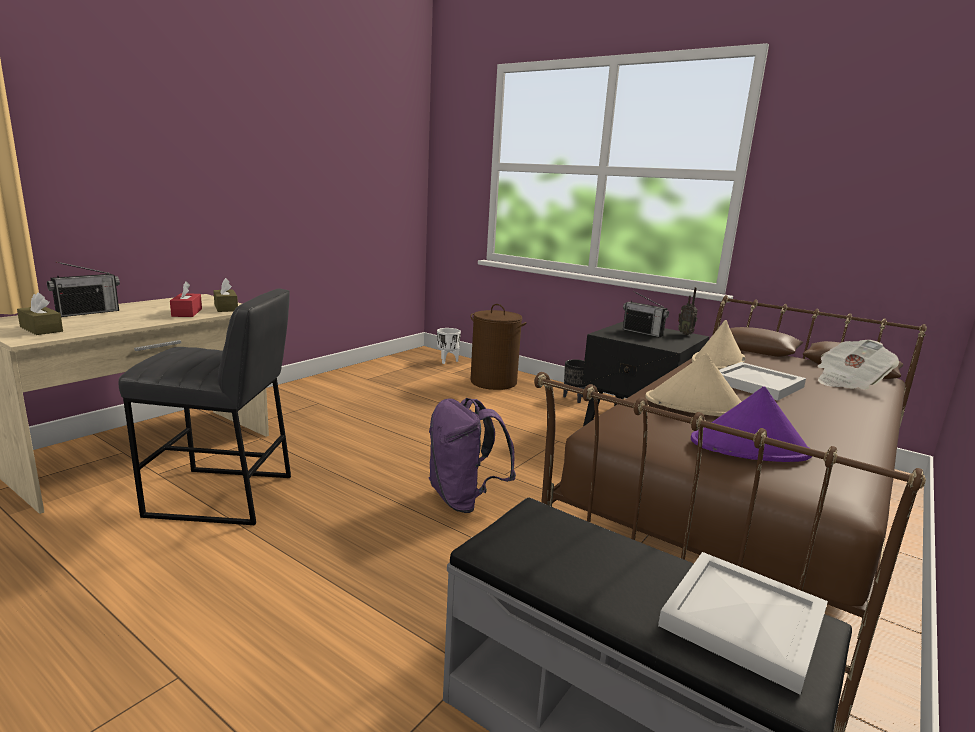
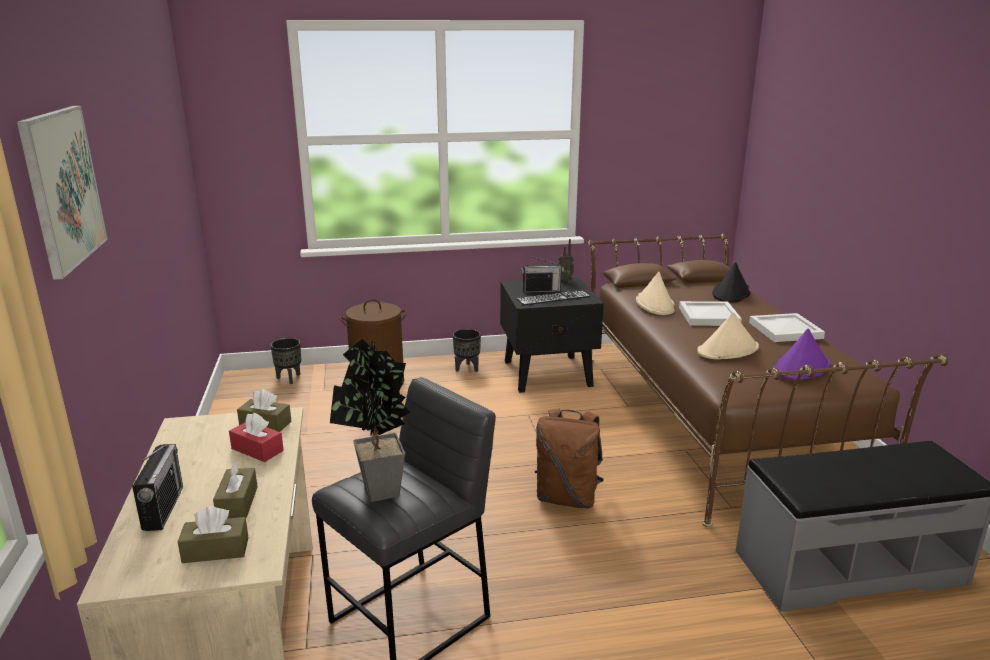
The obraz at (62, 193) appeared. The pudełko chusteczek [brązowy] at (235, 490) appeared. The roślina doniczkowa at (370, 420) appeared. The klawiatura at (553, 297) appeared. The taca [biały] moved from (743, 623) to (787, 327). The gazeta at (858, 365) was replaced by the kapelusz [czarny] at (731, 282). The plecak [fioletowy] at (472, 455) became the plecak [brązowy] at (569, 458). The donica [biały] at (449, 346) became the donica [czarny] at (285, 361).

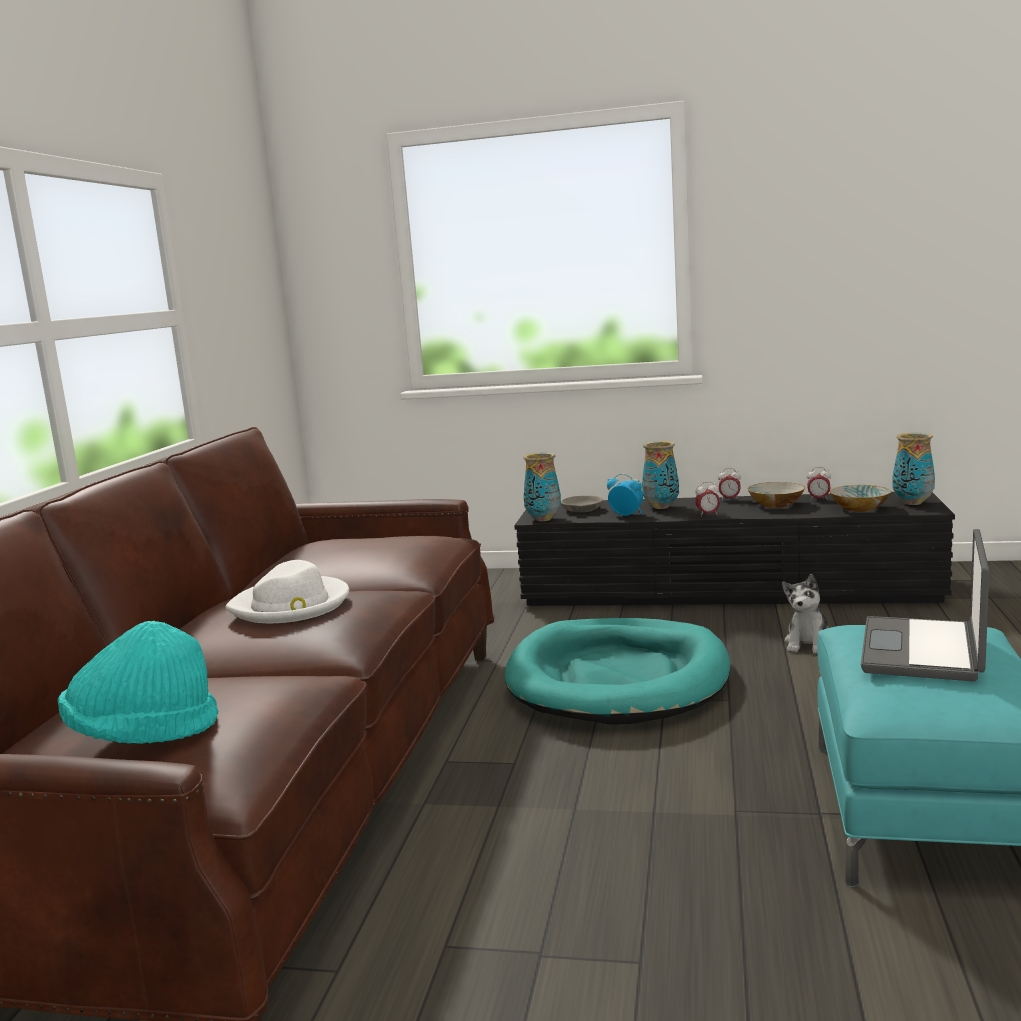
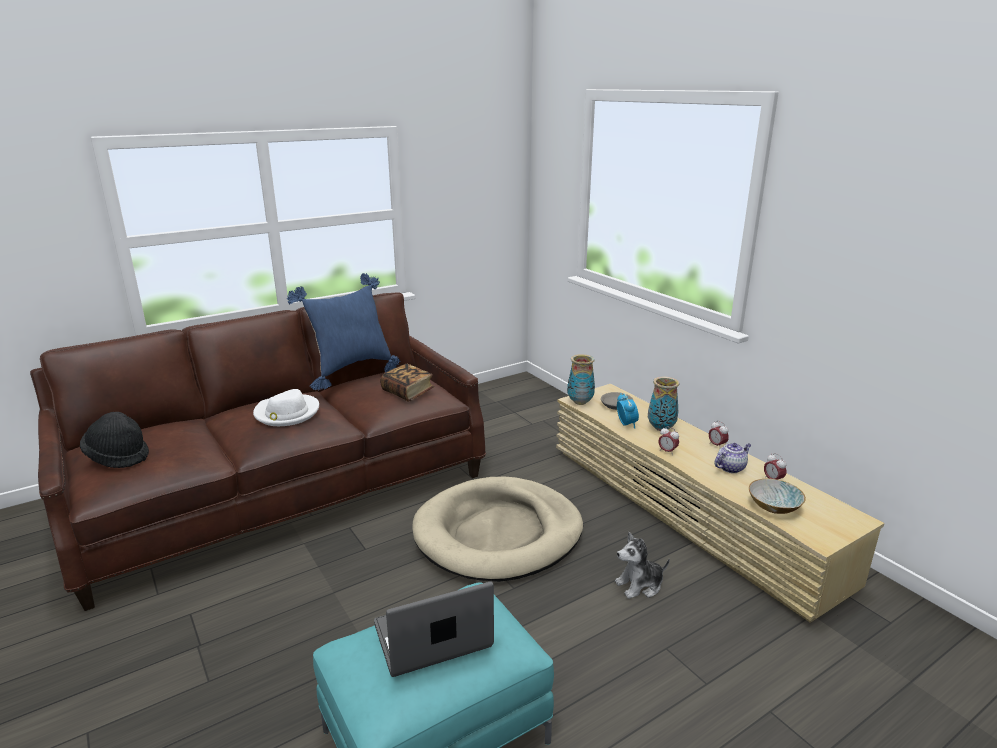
The wazon at (913, 469) disappeared. The poduszka [niebieski] at (344, 332) appeared. The książka at (407, 382) appeared. The miska at (776, 495) was replaced by the imbryk at (732, 458). The kapelusz [turkusowy] at (138, 682) became the kapelusz [czarny] at (114, 440). The legowisko [turkusowy] at (617, 671) became the legowisko [beżowy] at (497, 529). The szafka pod telewizor [czarny] at (734, 549) became the szafka pod telewizor [beżowy] at (720, 503).

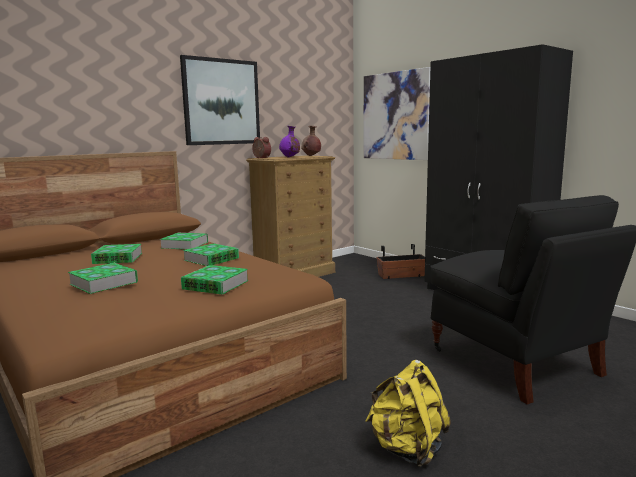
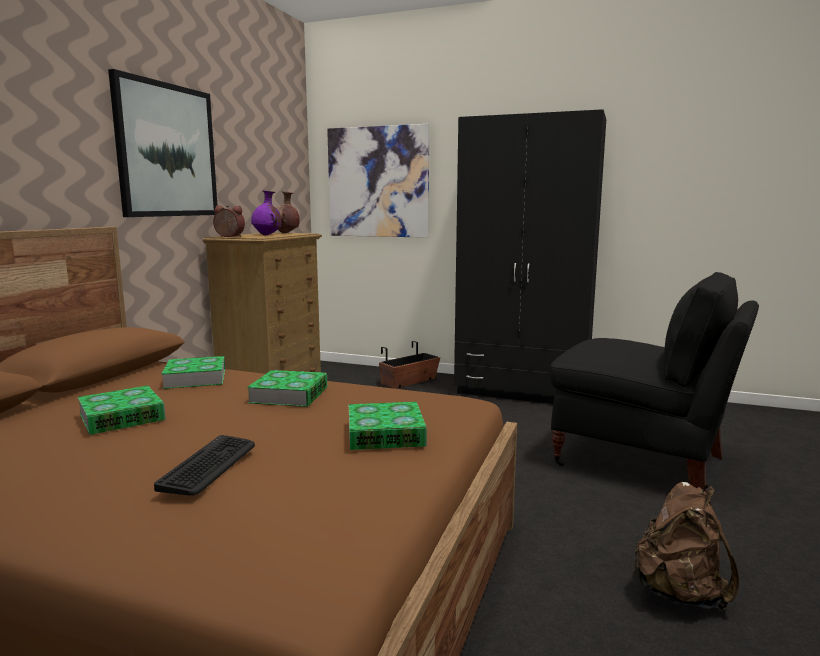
The książka at (103, 278) was replaced by the klawiatura at (204, 465). The plecak [żółty] at (408, 413) became the plecak [brązowy] at (686, 546).

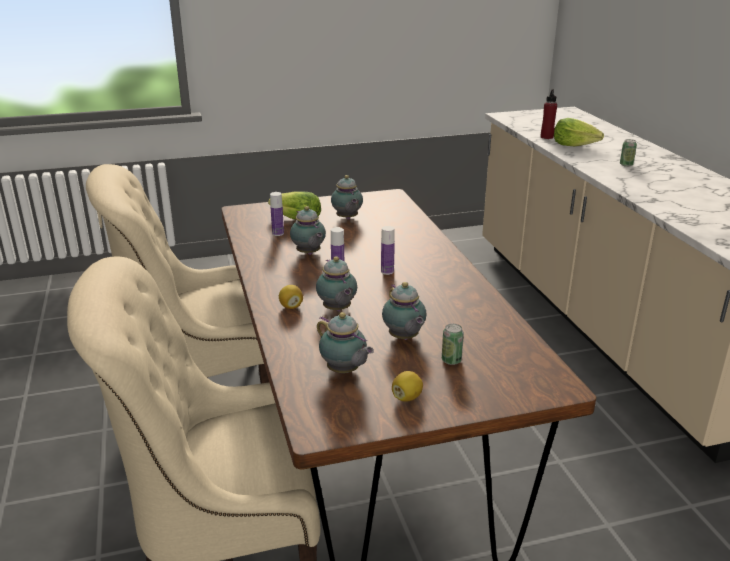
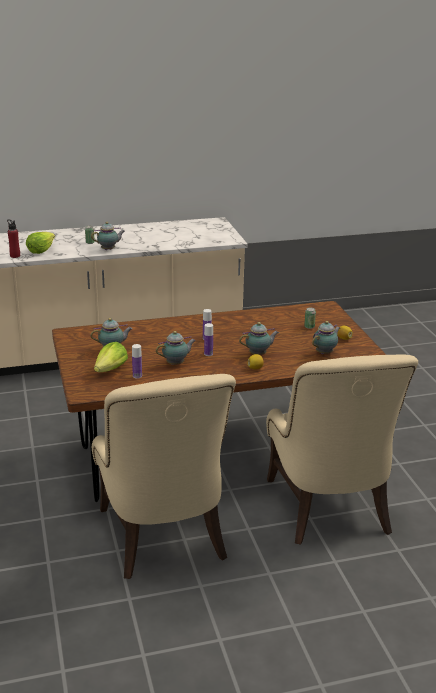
The imbryk moved from (404, 311) to (108, 236).

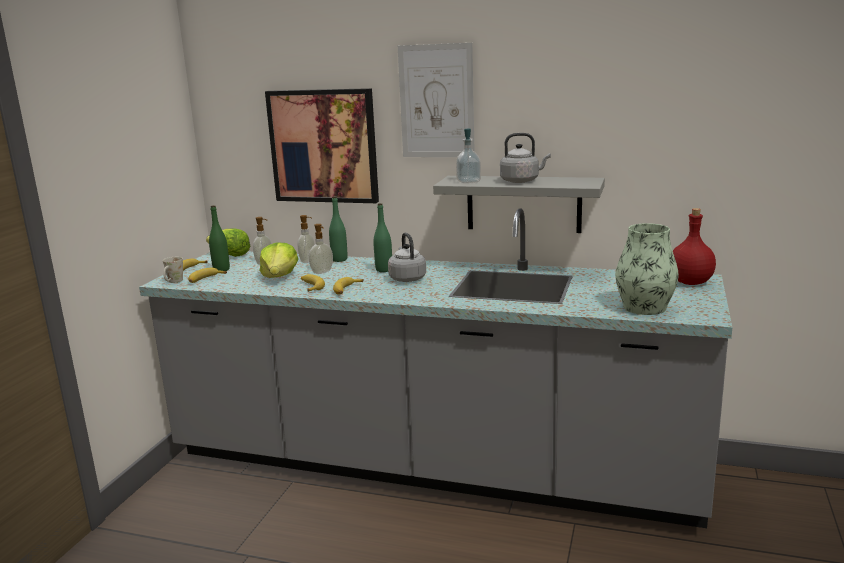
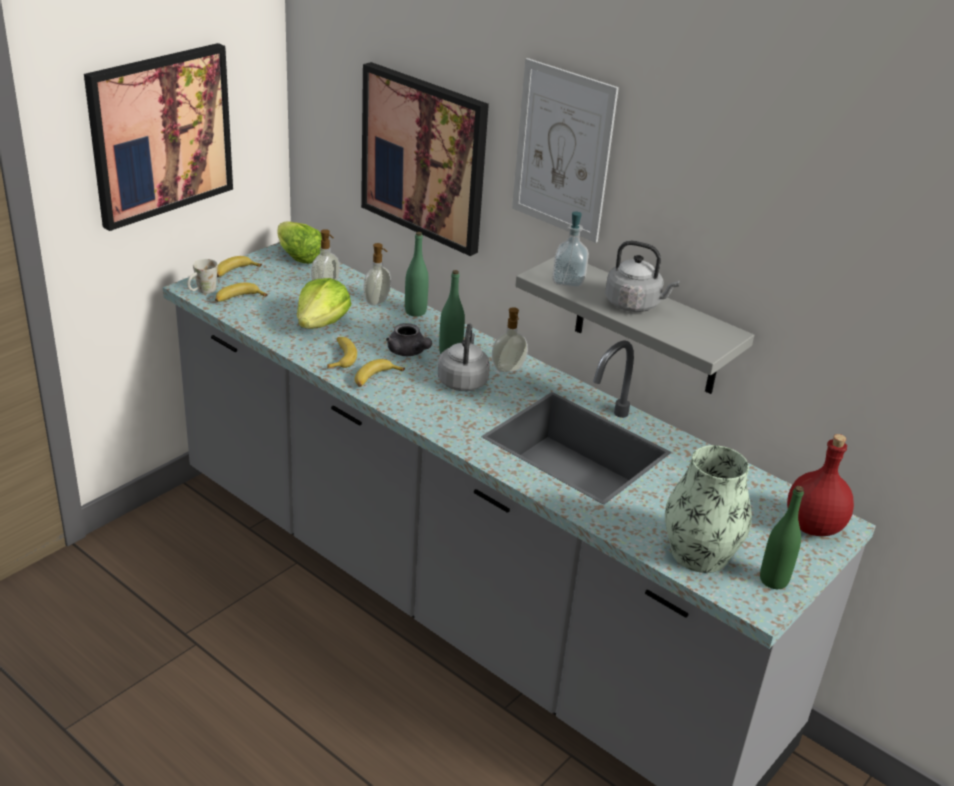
The obraz at (158, 137) appeared. The imbryk [szary] at (409, 339) appeared. The butelka [zielony] moved from (219, 238) to (782, 537). The dozownik mydła moved from (321, 249) to (510, 339).

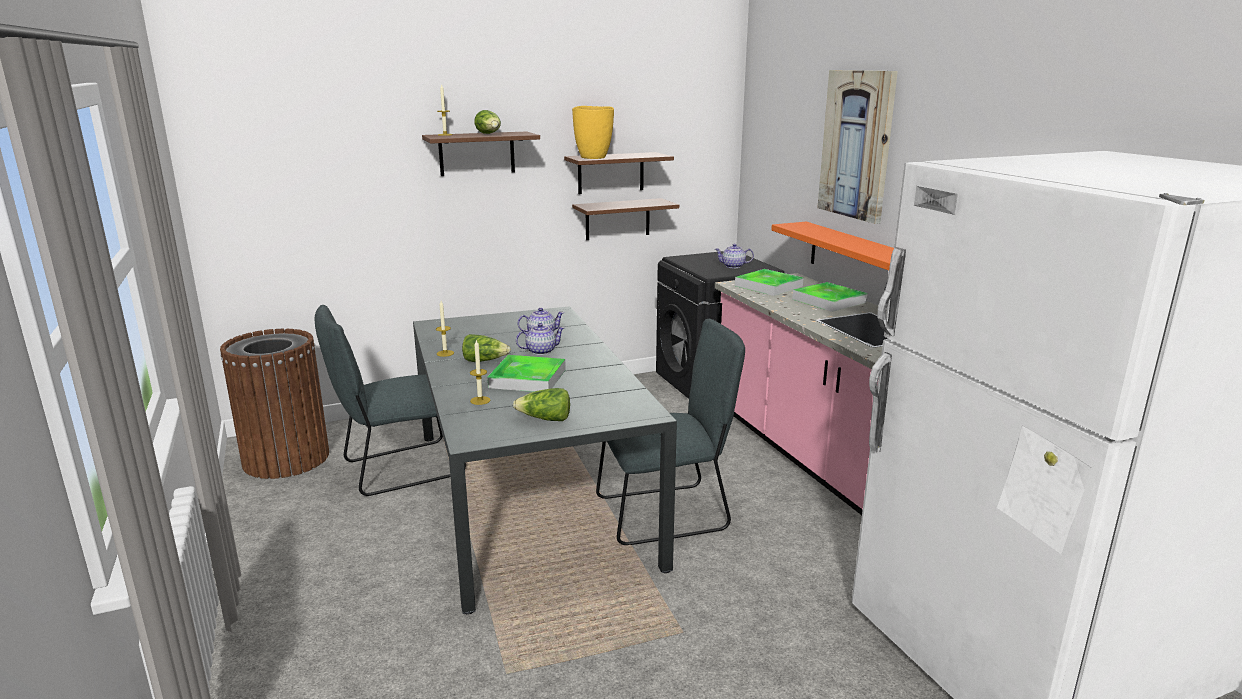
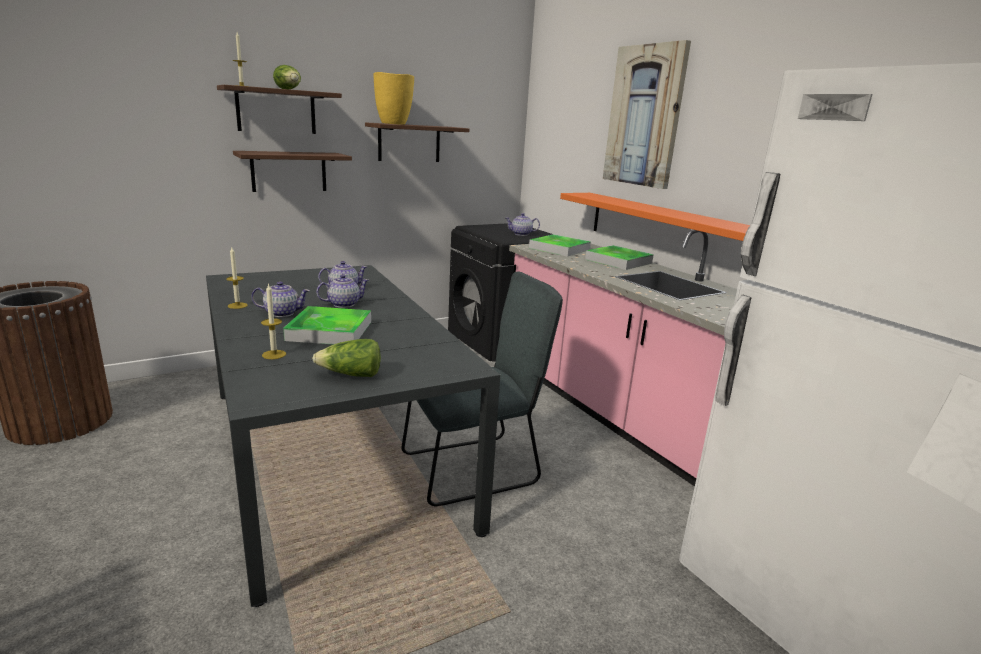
The krzesło [szary] at (390, 400) disappeared. The półka moved from (625, 219) to (292, 171). The sałata at (486, 348) was replaced by the imbryk at (280, 299).

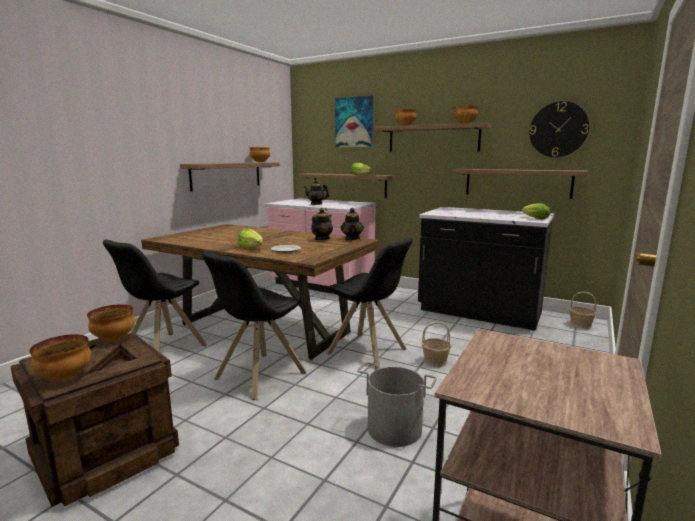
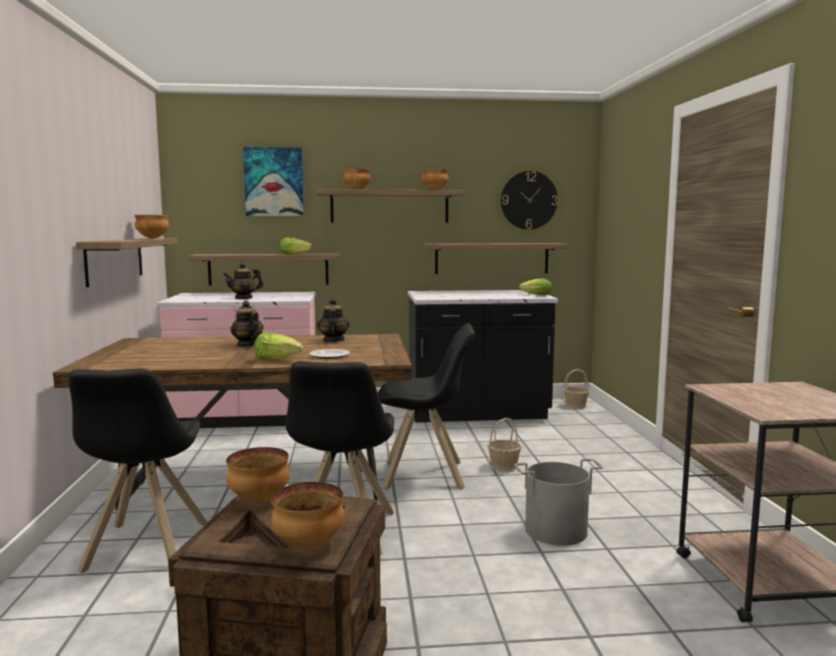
The imbryk moved from (352, 224) to (247, 324).

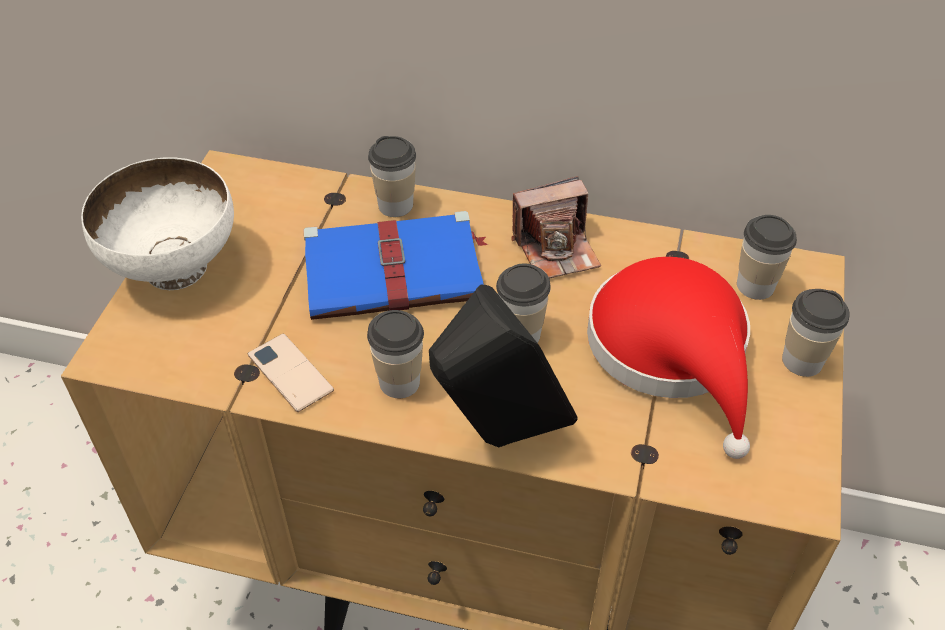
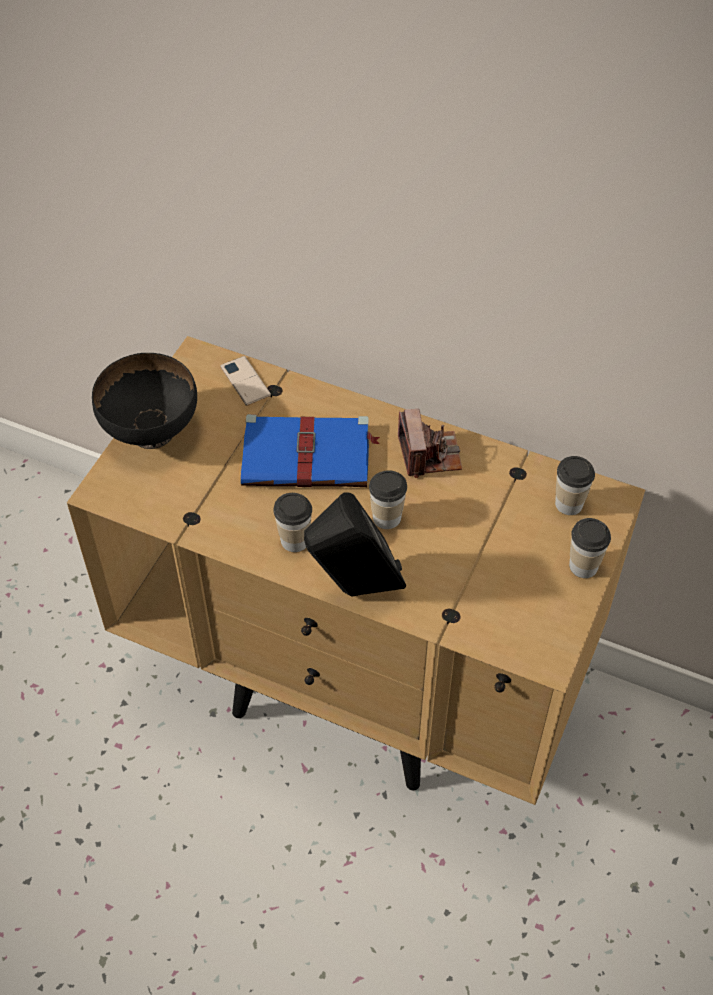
The filiżanka at (392, 176) disappeared. The kapelusz [czerwony] at (668, 358) disappeared. The telefon moved from (291, 373) to (245, 381). The miska [biały] at (157, 223) became the miska [czarny] at (144, 401). The aparat fotograficzny at (556, 227) turned 90 degrees counterclockwise.

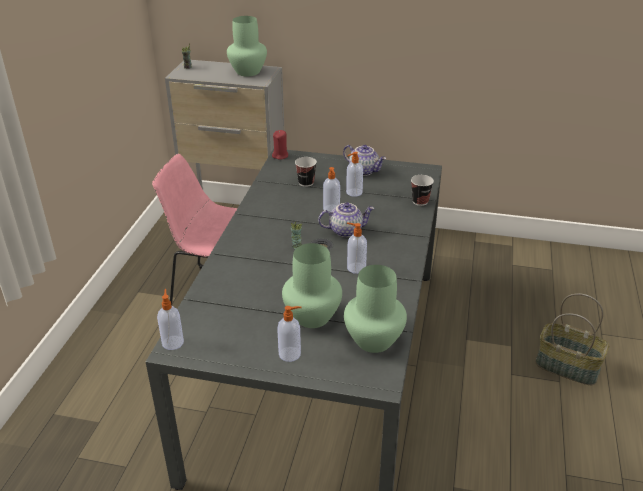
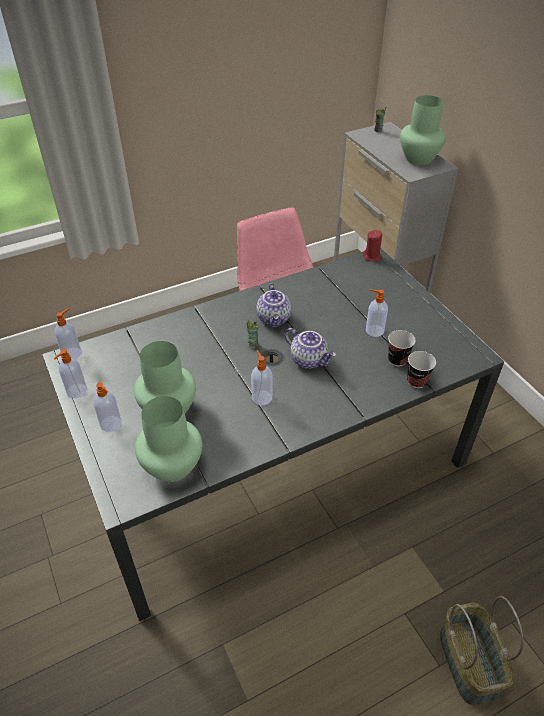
The filiżanka moved from (306, 172) to (402, 348). The dozownik mydła moved from (331, 189) to (70, 373). The imbryk moved from (364, 160) to (273, 305).

